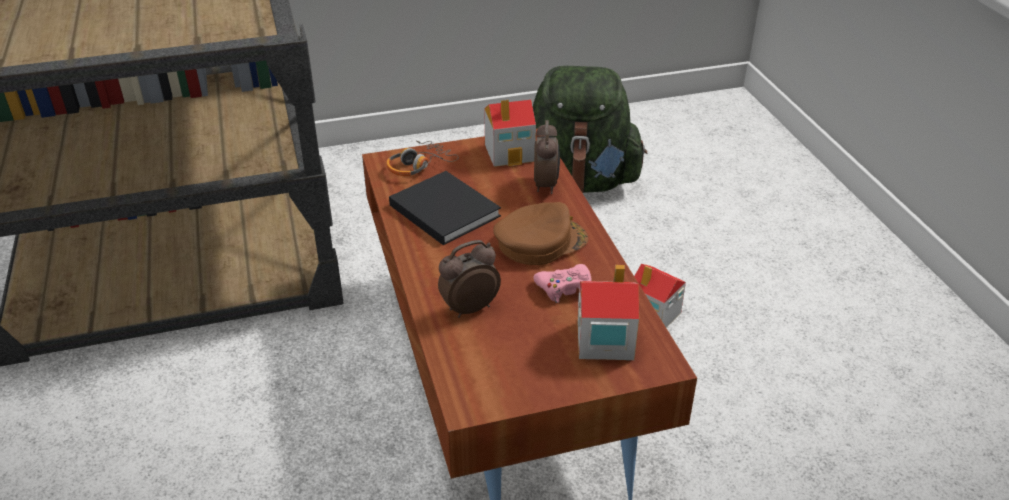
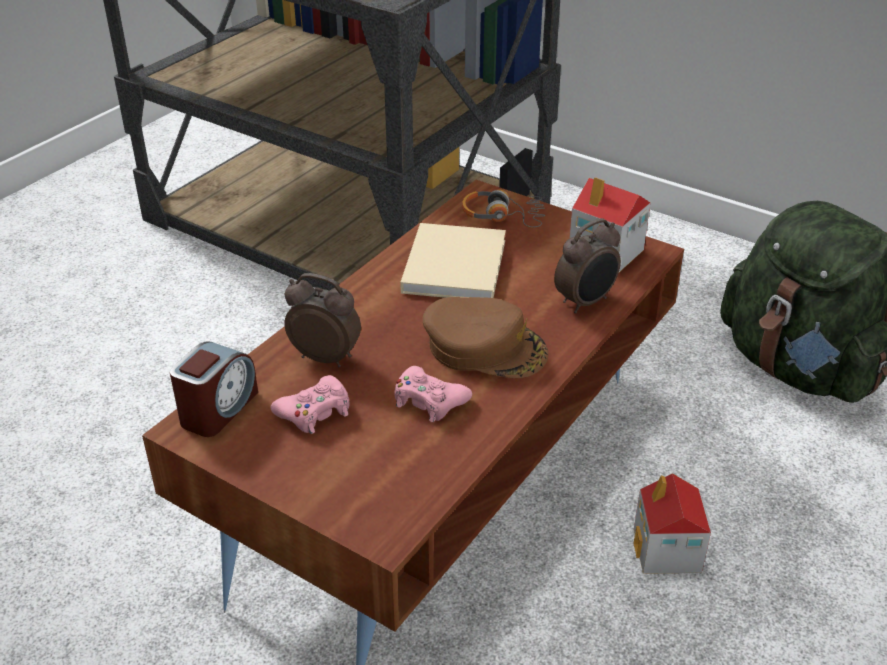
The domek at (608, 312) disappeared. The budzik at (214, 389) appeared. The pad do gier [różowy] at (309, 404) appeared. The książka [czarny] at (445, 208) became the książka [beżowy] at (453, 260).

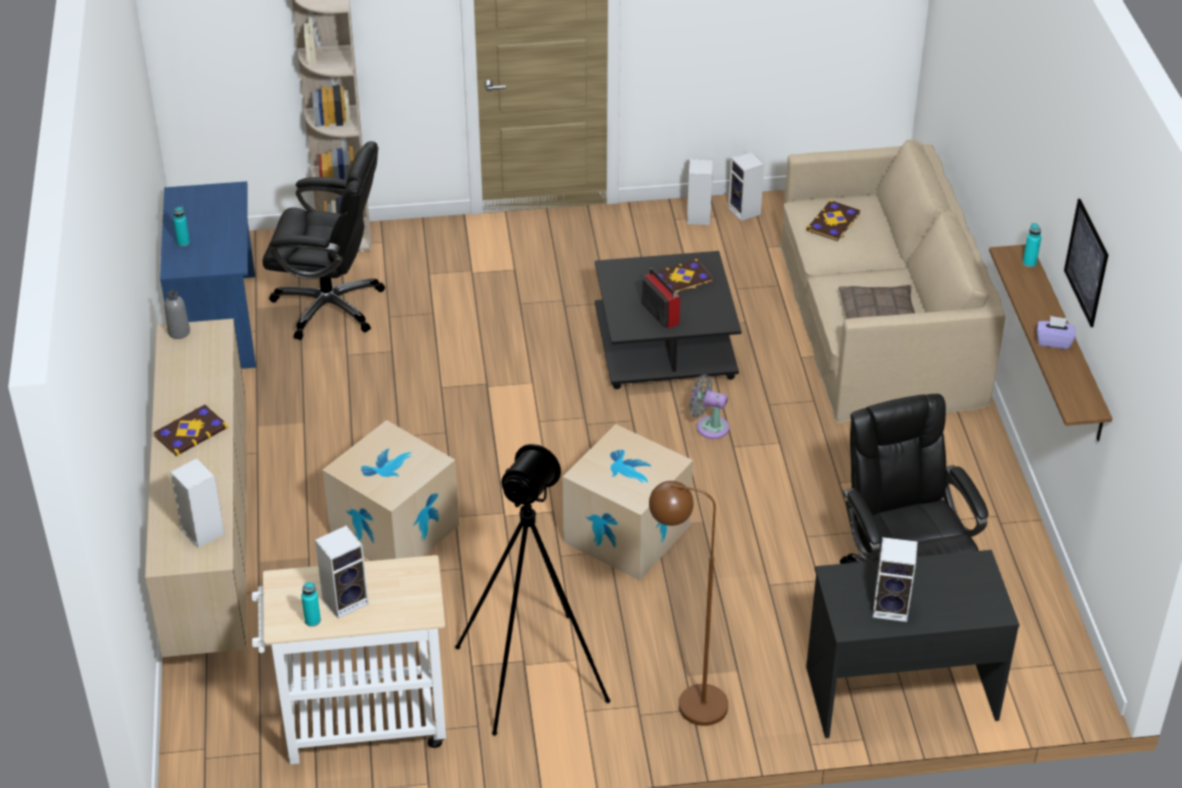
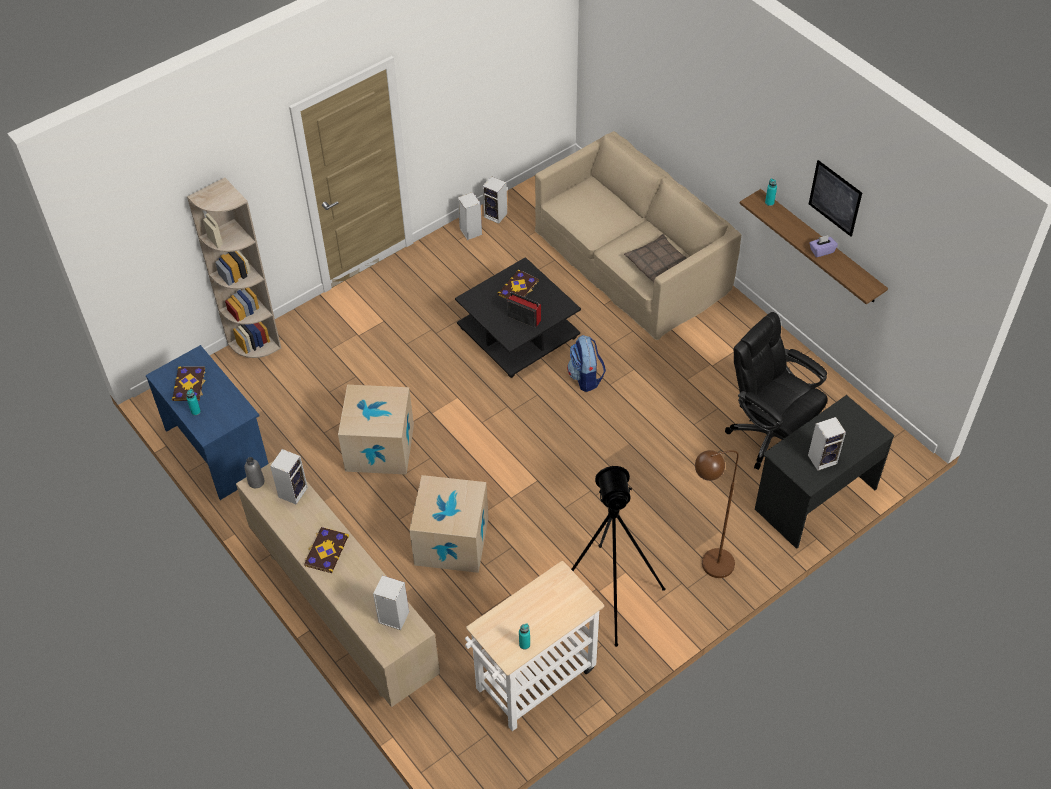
The krzesło biurowe [czarny] at (323, 240) disappeared. The głośnik moved from (342, 572) to (289, 477). The karton moved from (628, 502) to (376, 430). The książka moved from (833, 220) to (189, 383). The wentylator [szary] at (709, 406) was replaced by the plecak at (586, 363).

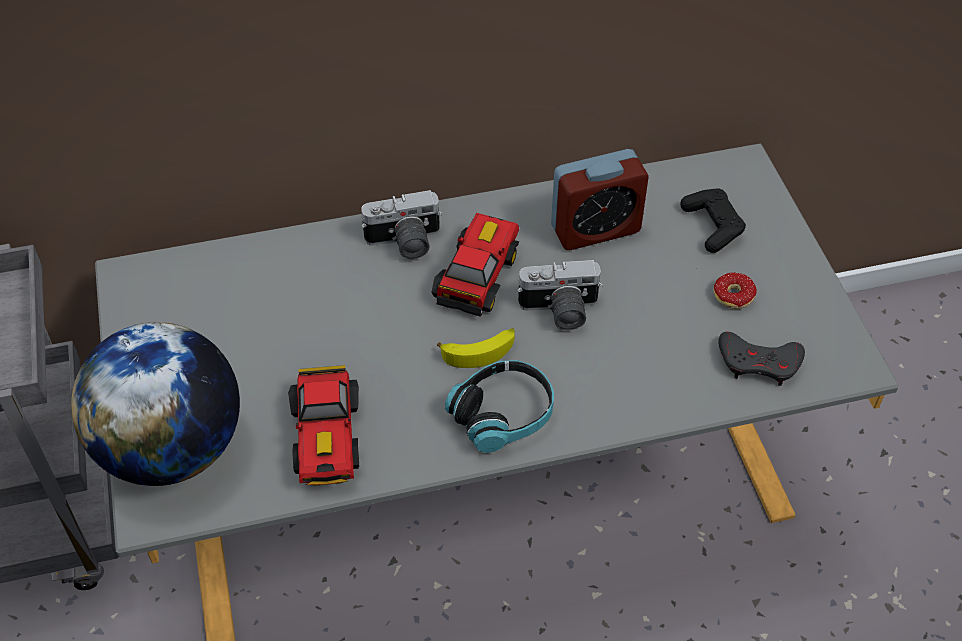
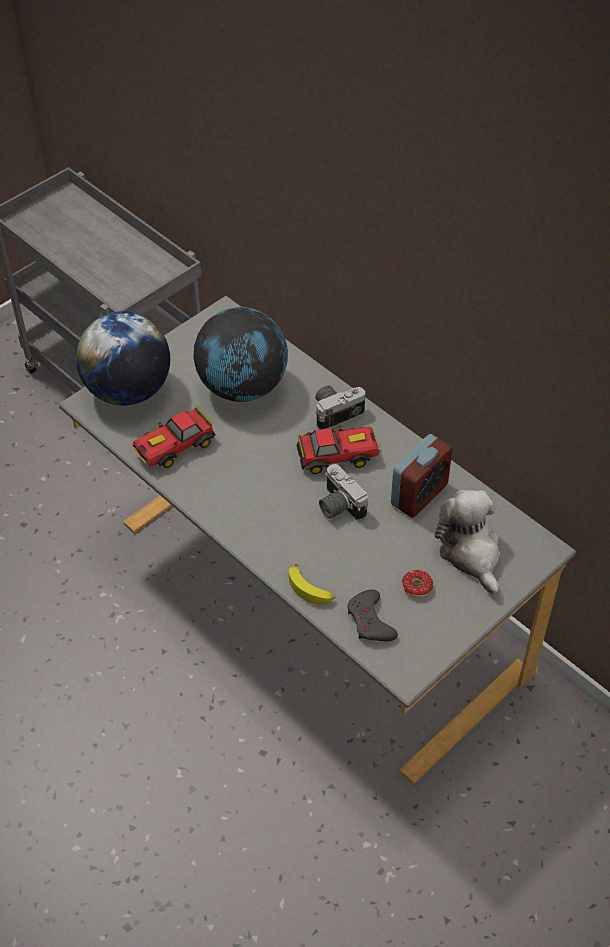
The słuchawki at (499, 406) disappeared. The globus at (241, 354) appeared. The banan moved from (476, 348) to (312, 584). The pad do gier [czarny] at (713, 220) was replaced by the pluszak at (467, 542). The aparat fotograficzny at (401, 224) turned 105 degrees clockwise. The budzik at (600, 199) turned 90 degrees counterclockwise.

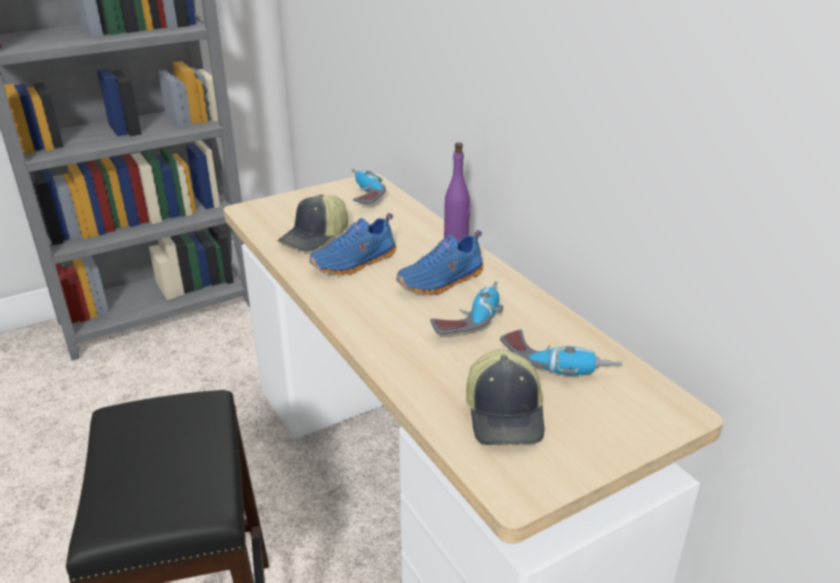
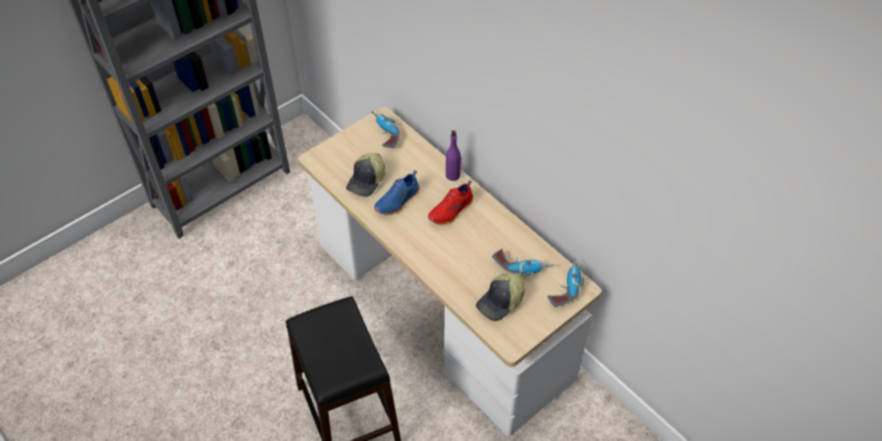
The wiertarka moved from (466, 308) to (566, 282). The but [niebieski] at (439, 262) became the but [czerwony] at (450, 202). The czapka z daszkiem at (505, 397) turned 60 degrees clockwise.

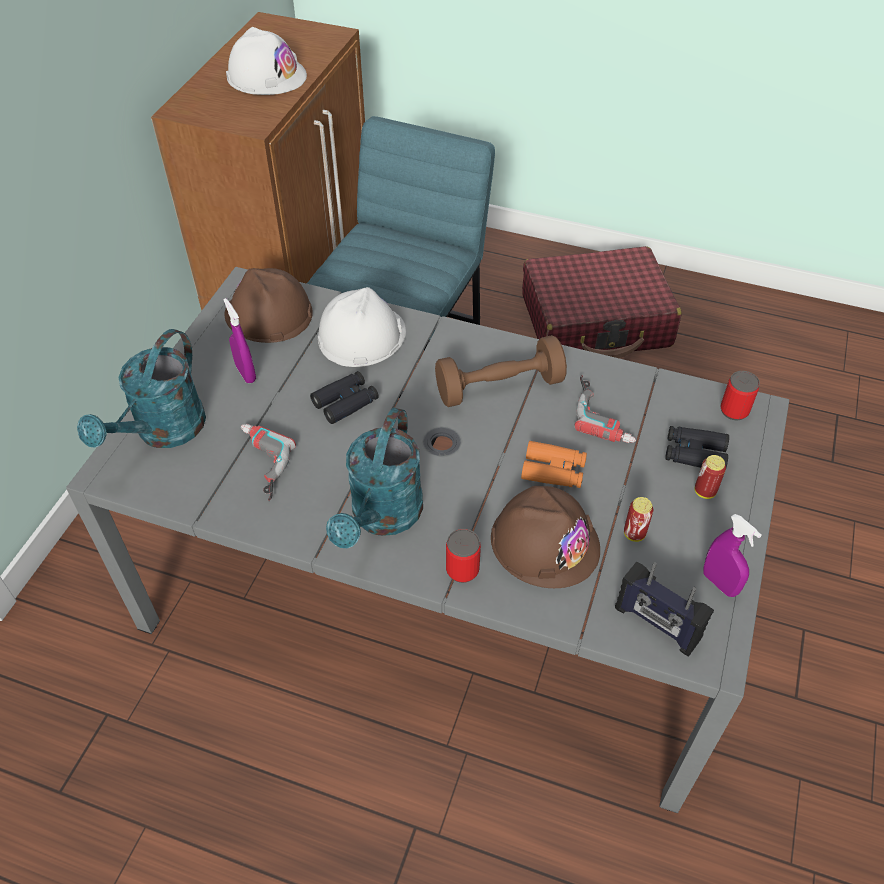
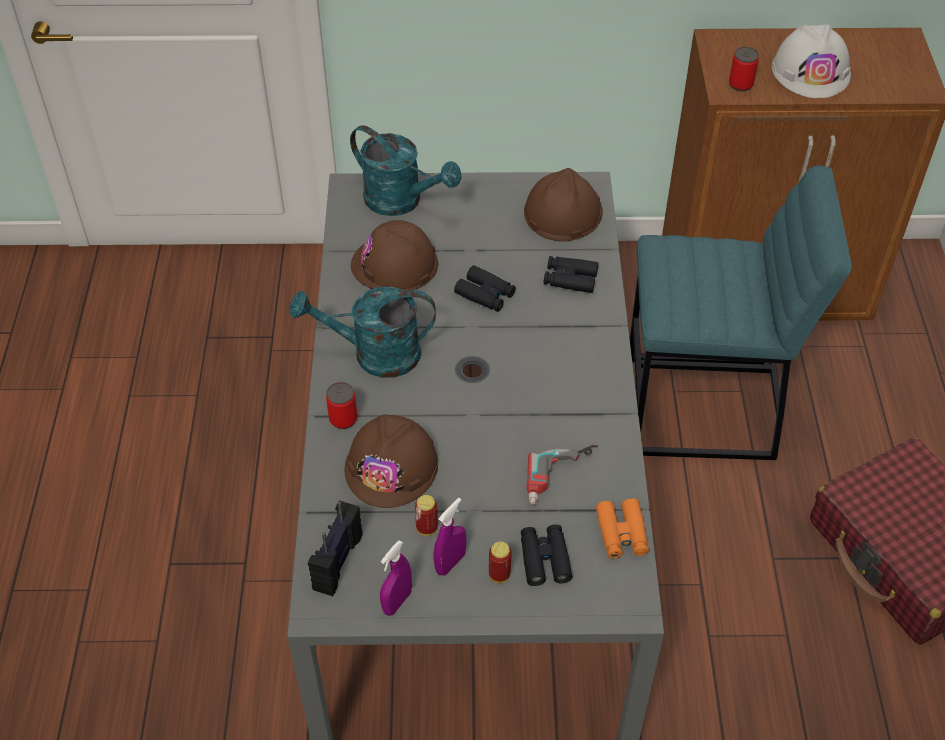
The hantel [brązowy] at (501, 371) disappeared. The spryskiwacz [fioletowy] moved from (240, 340) to (450, 536). The lornetka [pomarańczowy] moved from (554, 464) to (622, 528). The puszka moved from (740, 395) to (744, 69). The wiertarka at (268, 462) was replaced by the kask [brązowy] at (394, 255). The kask [biały] at (362, 327) was replaced by the lornetka [czarny] at (571, 274). The konewka [turkusowy] at (141, 388) turned 150 degrees counterclockwise.

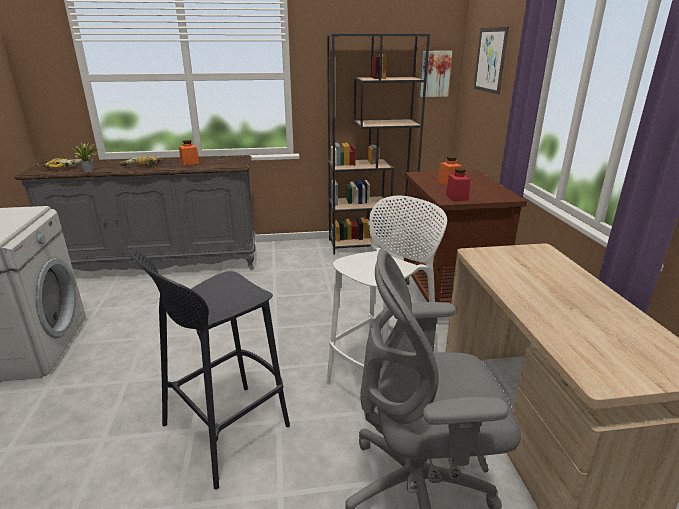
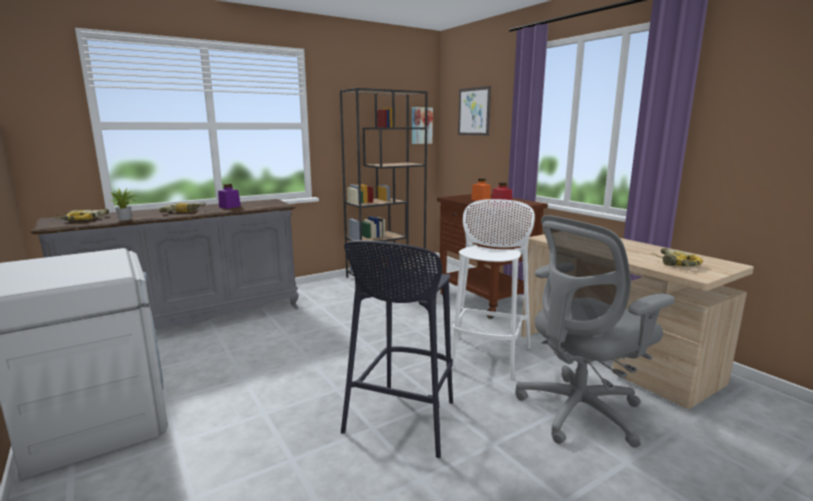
The wiertarka at (677, 257) appeared. The słoik [pomarańczowy] at (189, 153) became the słoik [fioletowy] at (229, 196).

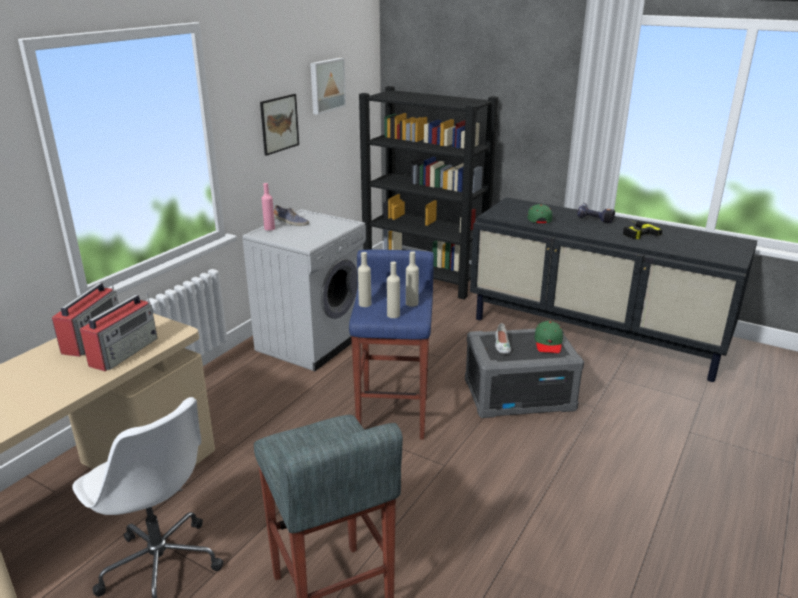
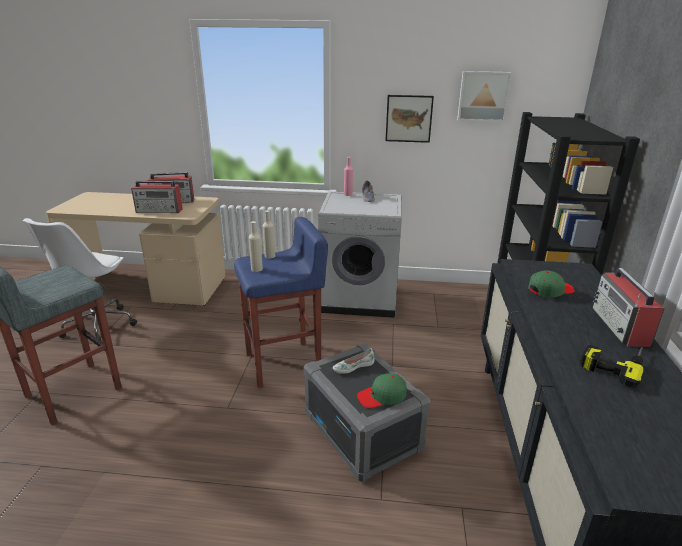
The butelka [beżowy] at (412, 279) disappeared. The wiertarka at (596, 213) was replaced by the radio at (628, 307).

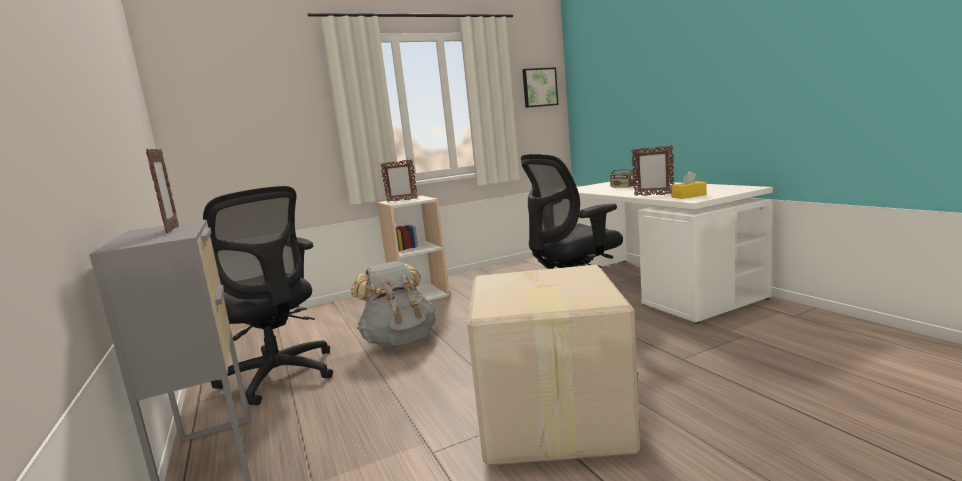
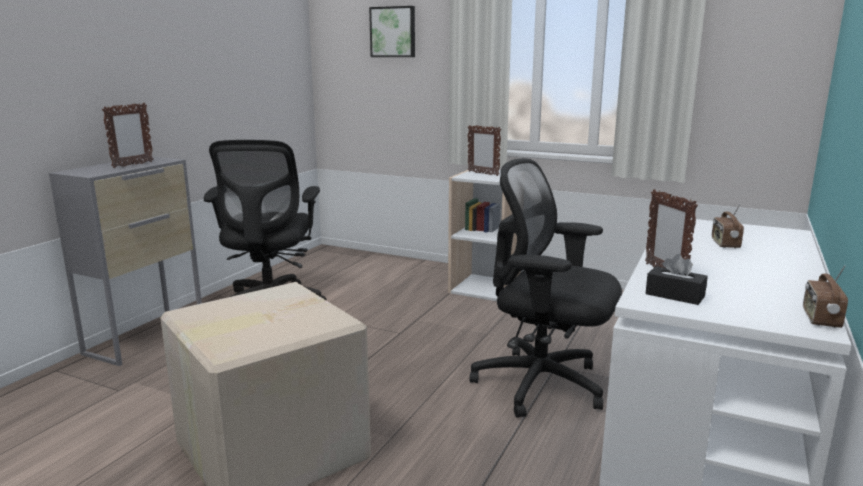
The plecak [szary] at (393, 304) disappeared. The radio at (825, 296) appeared. The obraz moved from (540, 87) to (392, 31). The pudełko chusteczek [żółty] at (689, 185) became the pudełko chusteczek [czarny] at (676, 279).

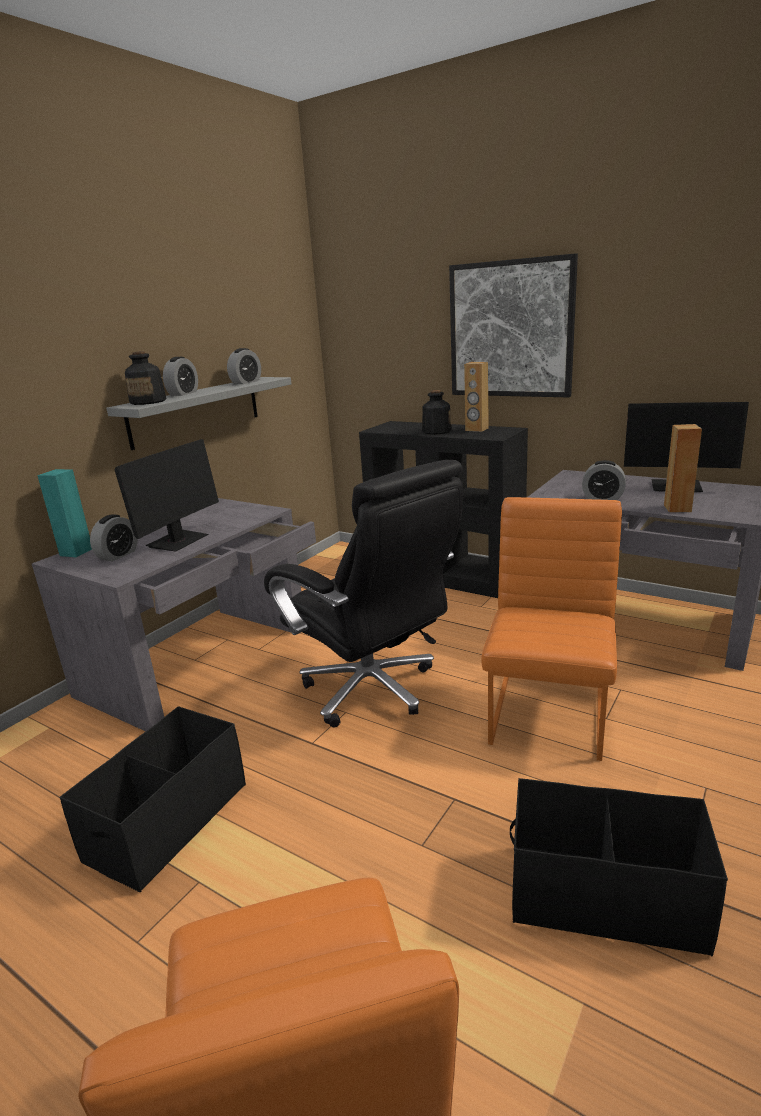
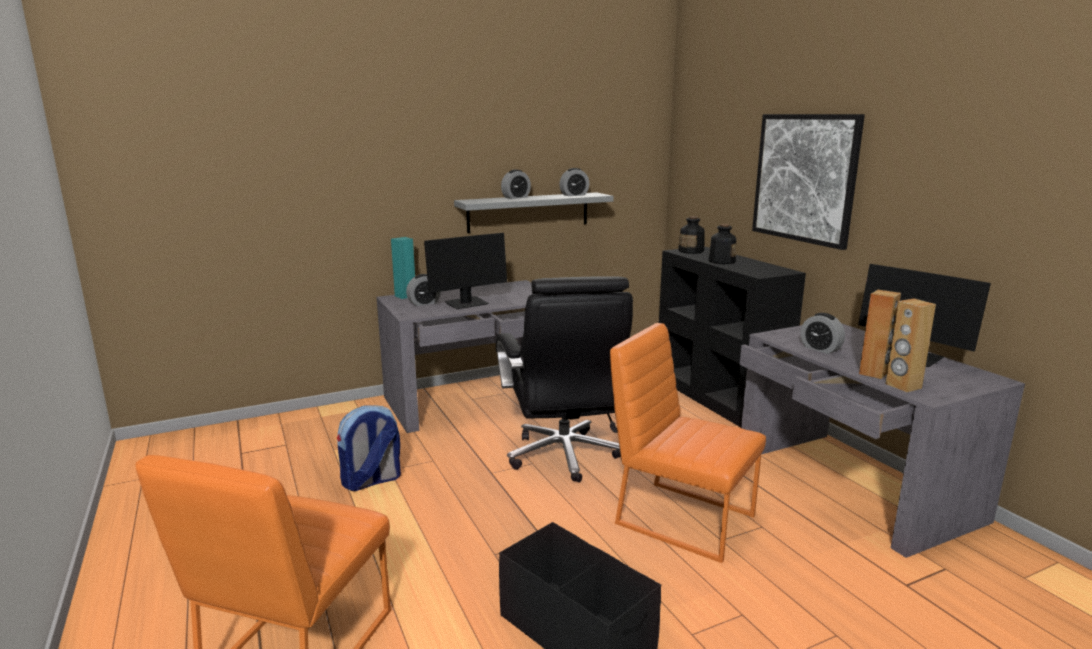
The butelka moved from (146, 378) to (691, 235). The głośnik [brązowy] moved from (476, 397) to (911, 345). The pojemnik do przechowywania [czarny] at (152, 799) was replaced by the plecak at (369, 448). The krzesło [pomarańczowy] at (551, 629) turned 105 degrees counterclockwise.

